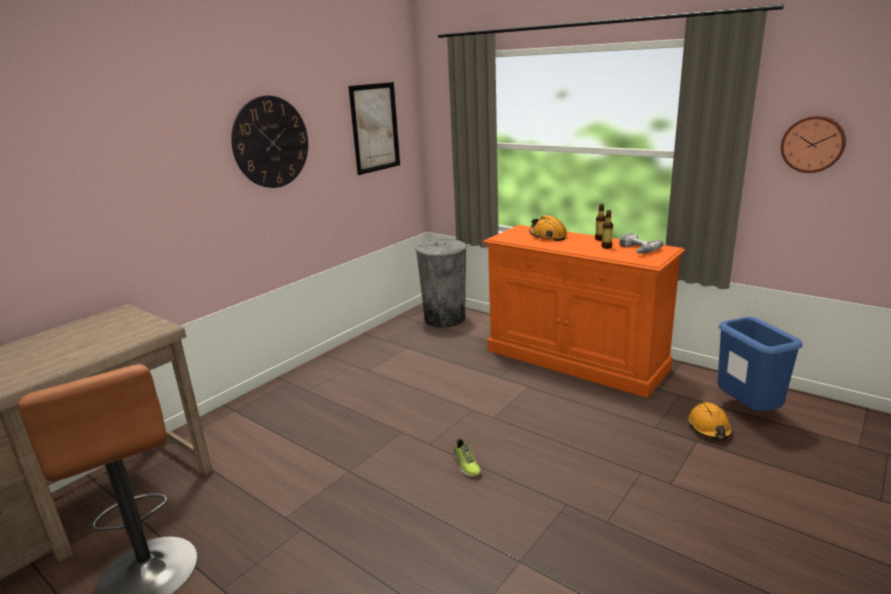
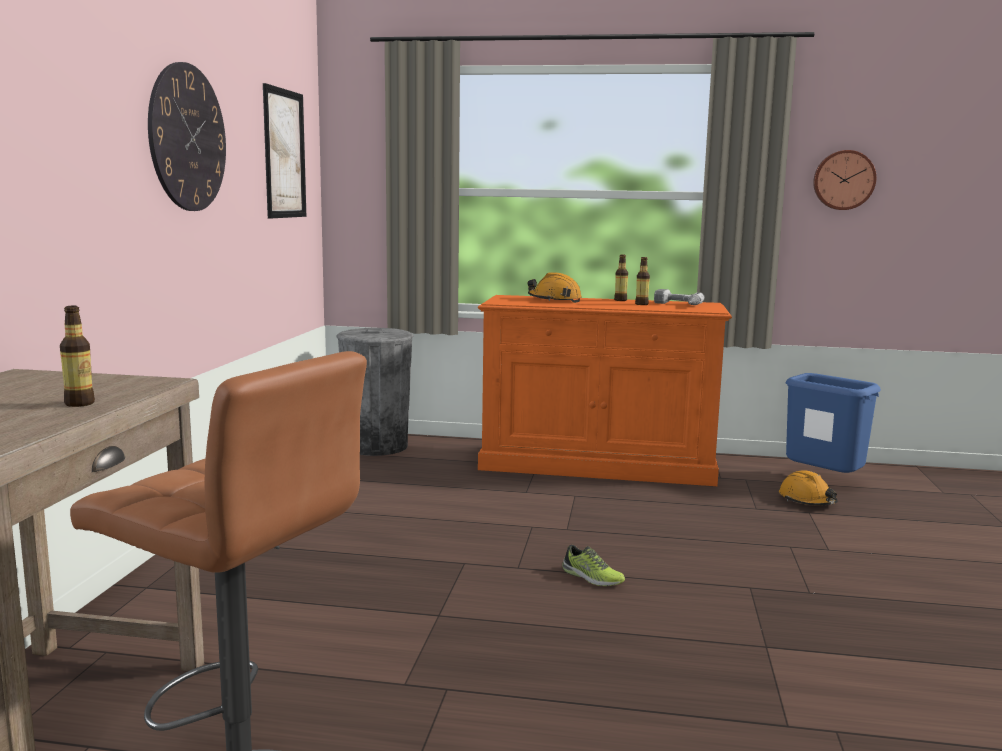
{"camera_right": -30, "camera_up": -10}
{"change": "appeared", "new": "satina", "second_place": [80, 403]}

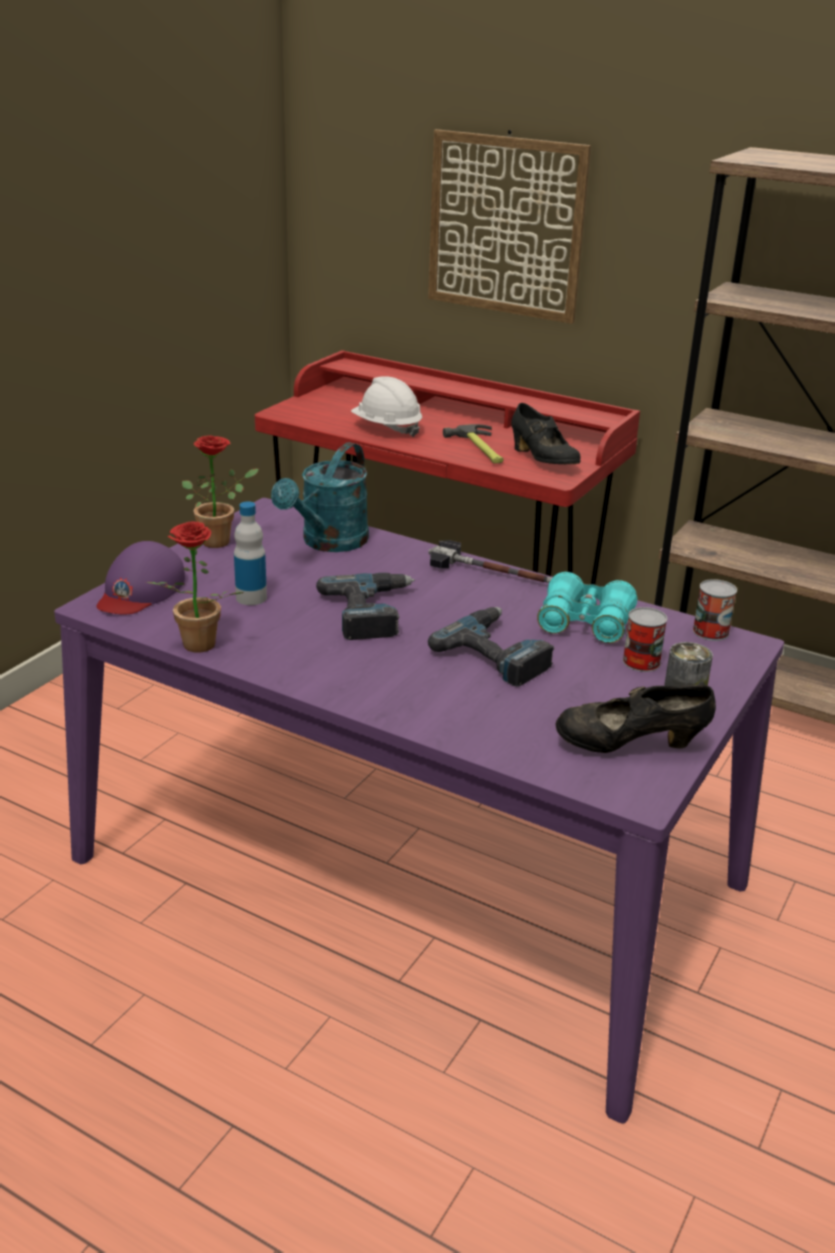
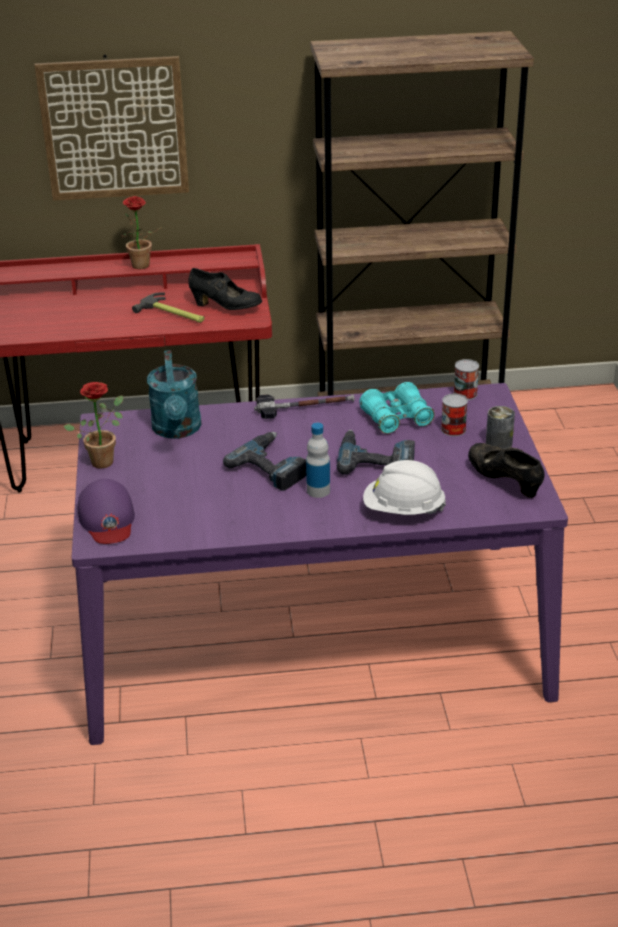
{"camera_right": -35, "camera_up": 5}
{"change": "relocated", "old": "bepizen", "first_place": [195, 648], "second_place": [141, 267]}
{"change": "relocated", "old": "satina", "first_place": [251, 598], "second_place": [318, 491]}
{"change": "relocated", "old": "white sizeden", "first_place": [386, 429], "second_place": [403, 510]}
{"change": "spun", "old": "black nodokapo", "first_place": [630, 746], "second_place": [504, 481], "degrees": 90}

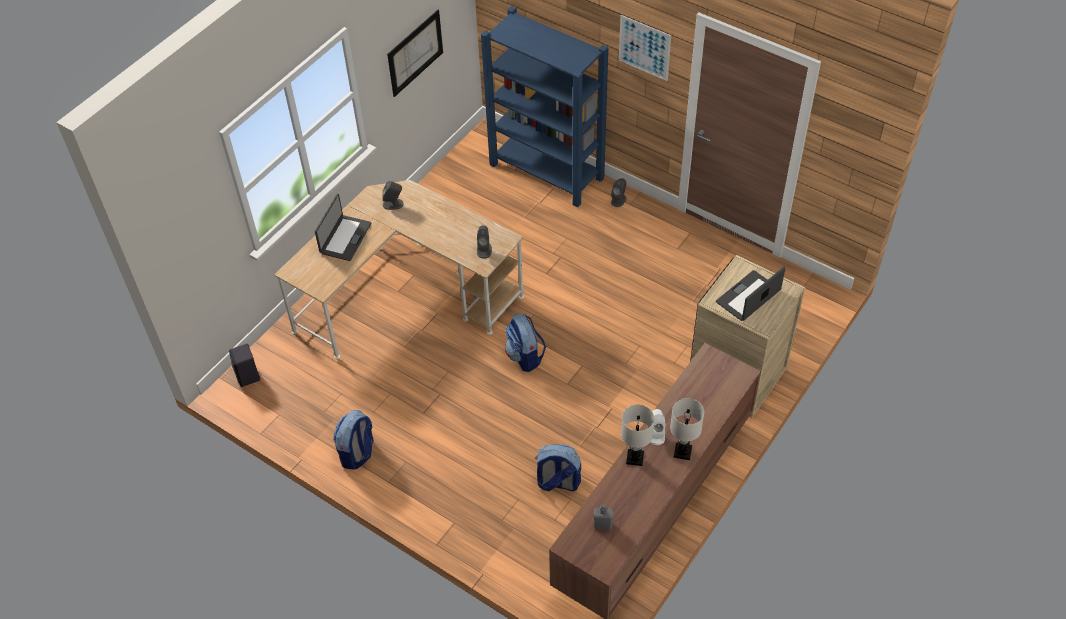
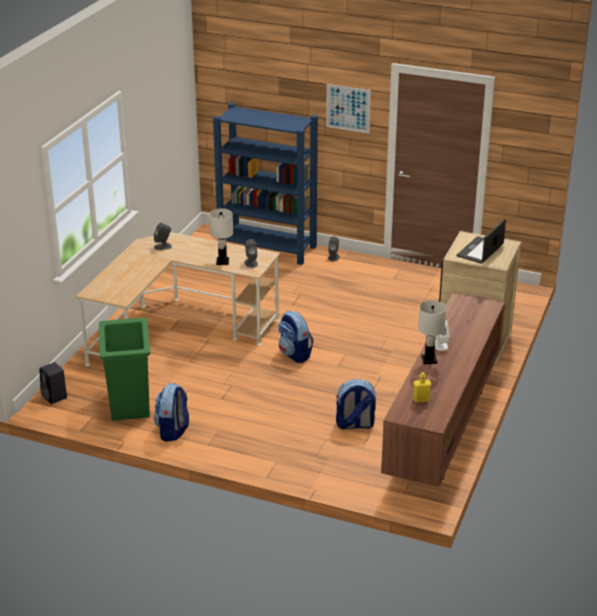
{"camera_right": -15, "camera_up": -20}
{"change": "appeared", "new": "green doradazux", "second_place": [130, 403]}
{"change": "relocated", "old": "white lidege", "first_place": [683, 451], "second_place": [223, 261]}
{"change": "colour", "old": "grey satina", "new": "yellow satina", "first_place": [603, 524], "second_place": [421, 400]}
{"change": "missing", "old": "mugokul", "first_place": [345, 238]}
{"change": "missing", "old": "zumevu", "first_place": [415, 53]}

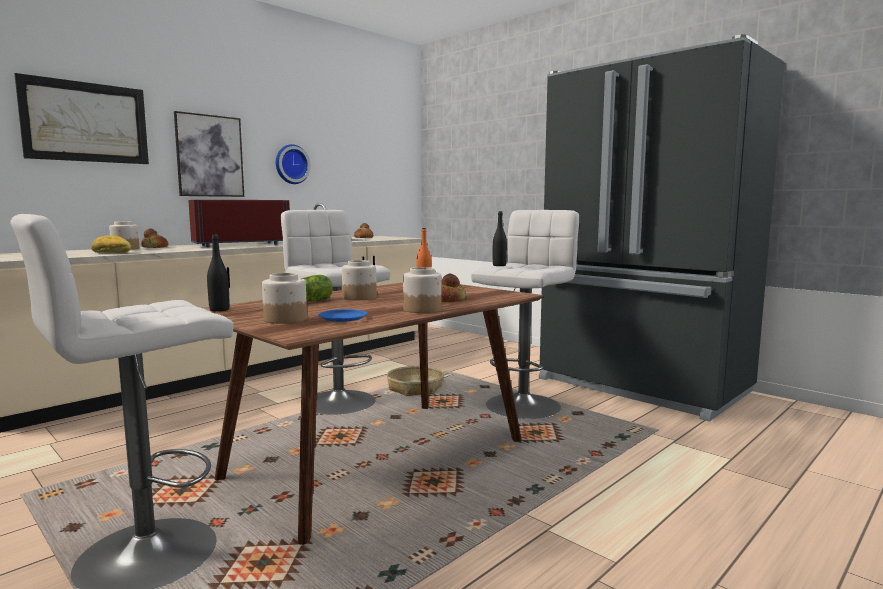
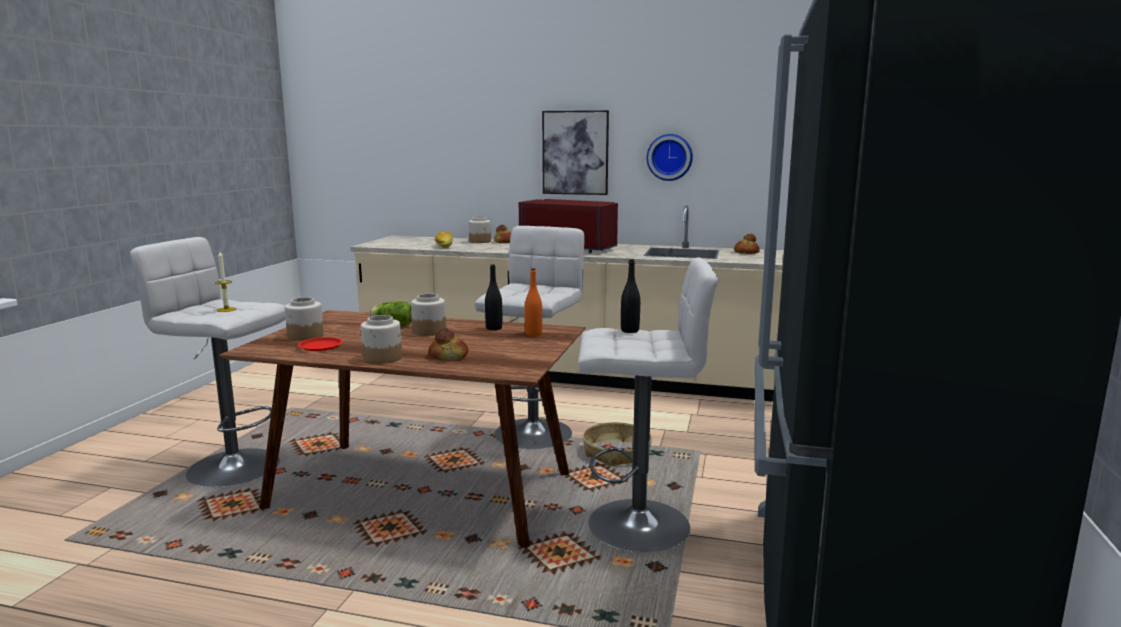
{"camera_right": 60, "camera_up": 5}
{"change": "appeared", "new": "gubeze", "second_place": [226, 309]}
{"change": "colour", "old": "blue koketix", "new": "red koketix", "first_place": [343, 318], "second_place": [320, 347]}
{"change": "relocated", "old": "black satina", "first_place": [219, 310], "second_place": [494, 328]}
{"change": "missing", "old": "zumevu", "first_place": [86, 122]}

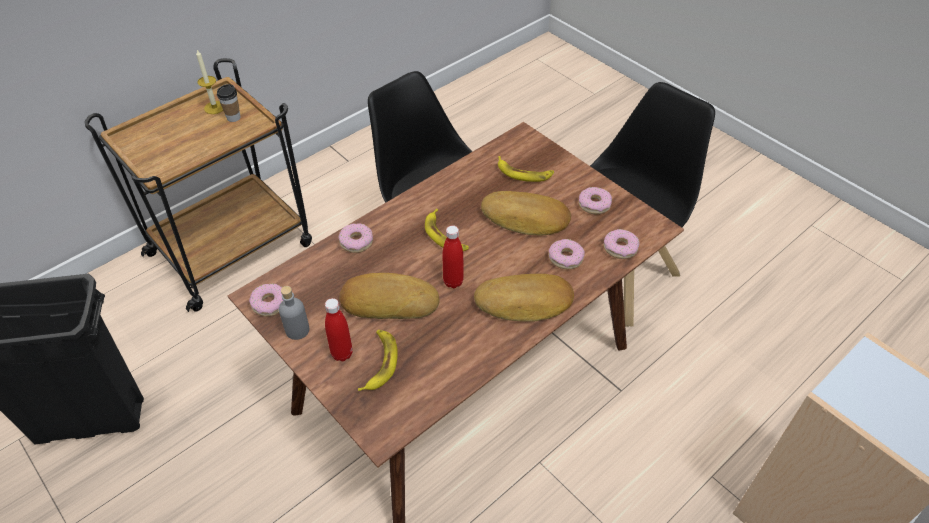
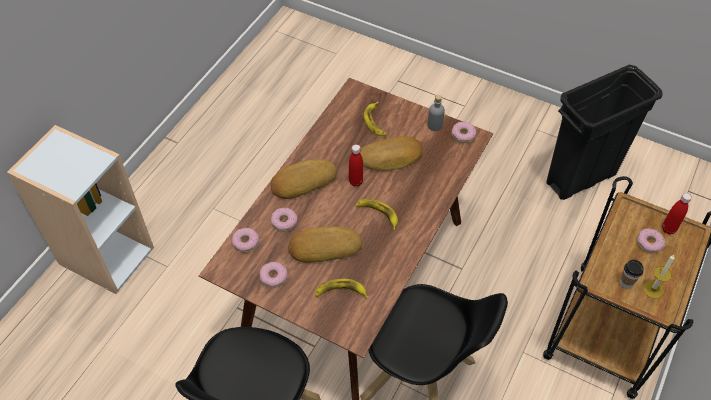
{"camera_right": 160, "camera_up": 5}
{"change": "relocated", "old": "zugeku", "first_place": [356, 242], "second_place": [649, 243]}
{"change": "relocated", "old": "red satina", "first_place": [342, 354], "second_place": [668, 229]}

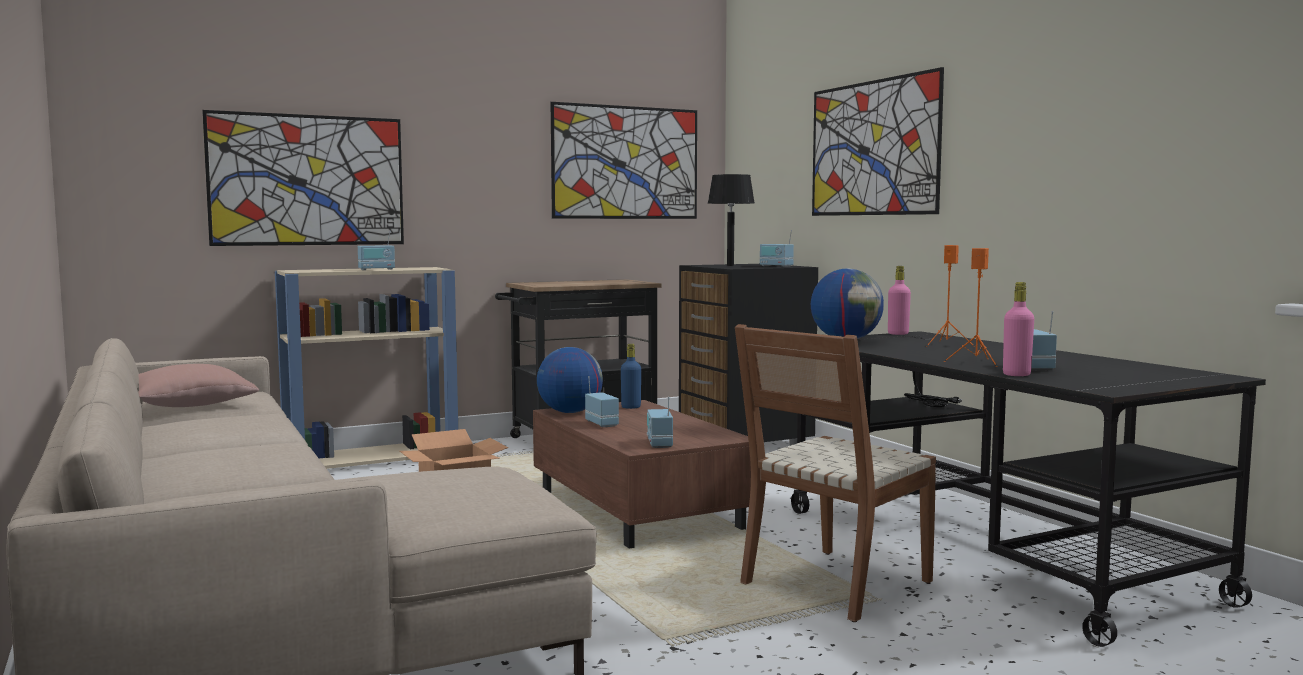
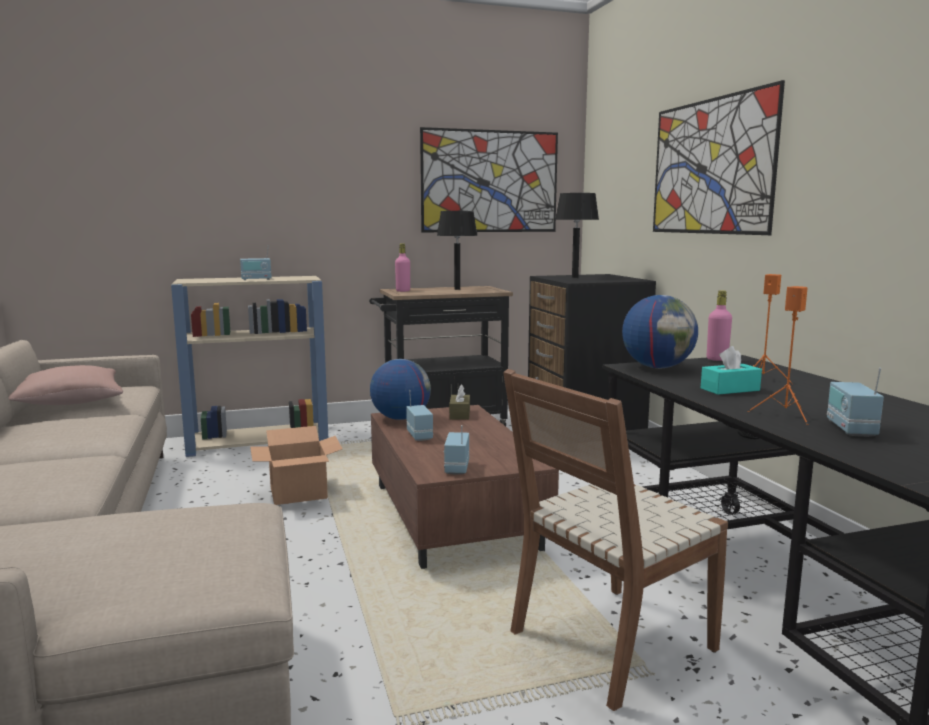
{"camera_right": 10, "camera_up": 5}
{"change": "relocated", "old": "pink satina", "first_place": [1016, 374], "second_place": [403, 291]}
{"change": "appeared", "new": "black lidege", "second_place": [457, 289]}
{"change": "exchanged", "old": "blue satina", "new": "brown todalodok", "first_place": [631, 407], "second_place": [459, 414]}
{"change": "appeared", "new": "turquoise todalodok", "second_place": [730, 389]}
{"change": "missing", "old": "zumevu", "first_place": [307, 180]}
{"change": "missing", "old": "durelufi", "first_place": [776, 266]}

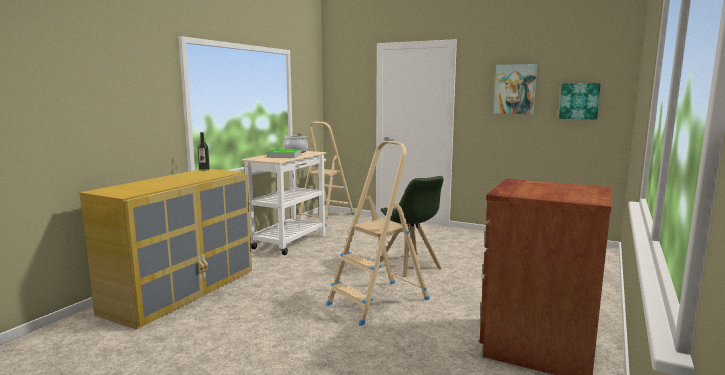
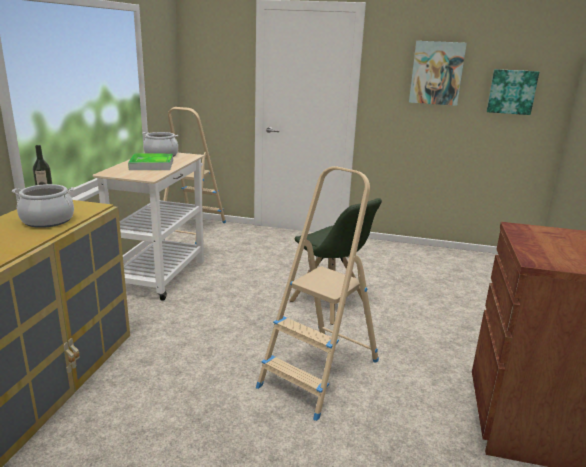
{"camera_right": -15, "camera_up": 10}
{"change": "appeared", "new": "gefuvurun", "second_place": [47, 220]}

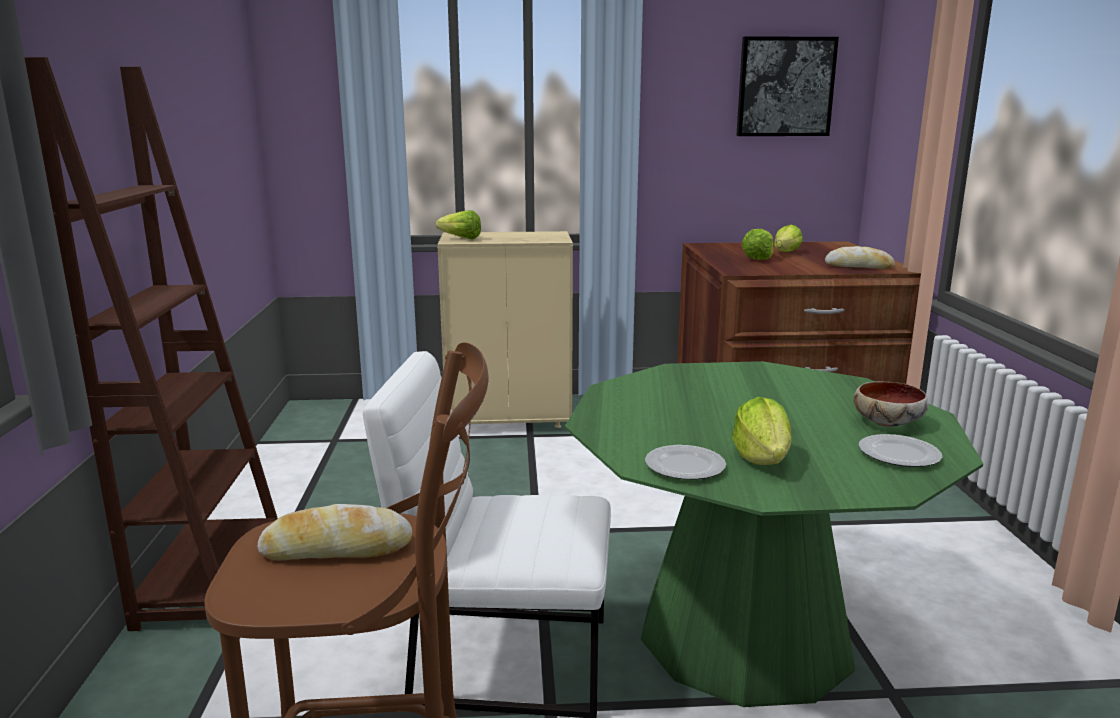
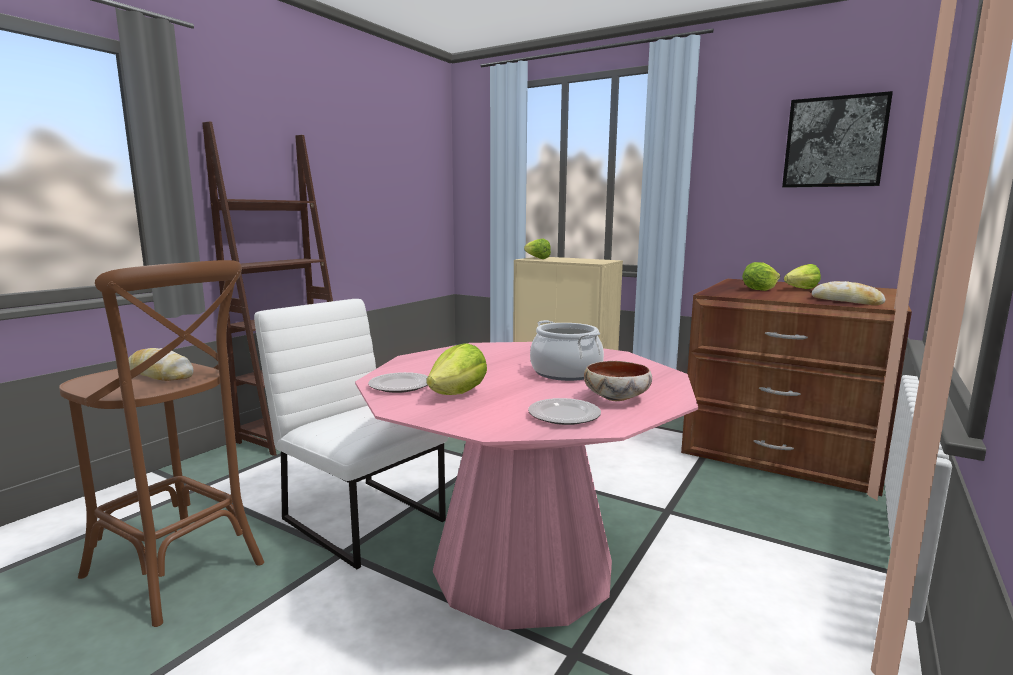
{"camera_right": 35, "camera_up": -5}
{"change": "colour", "old": "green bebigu", "new": "pink bebigu", "first_place": [745, 634], "second_place": [523, 566]}
{"change": "appeared", "new": "gefuvurun", "second_place": [566, 372]}

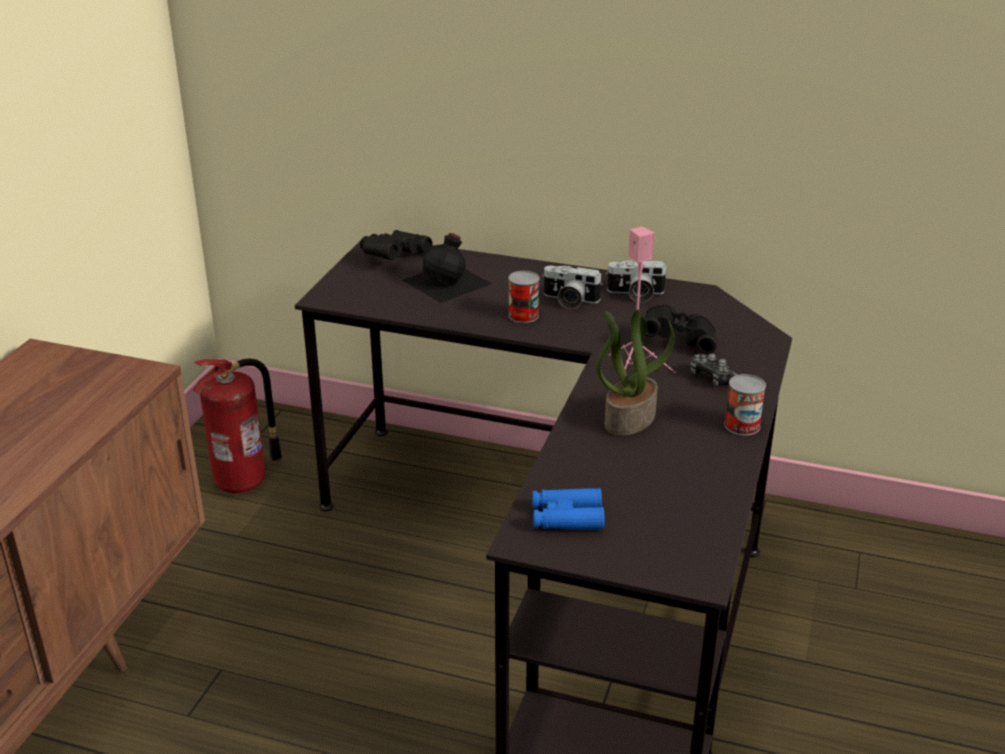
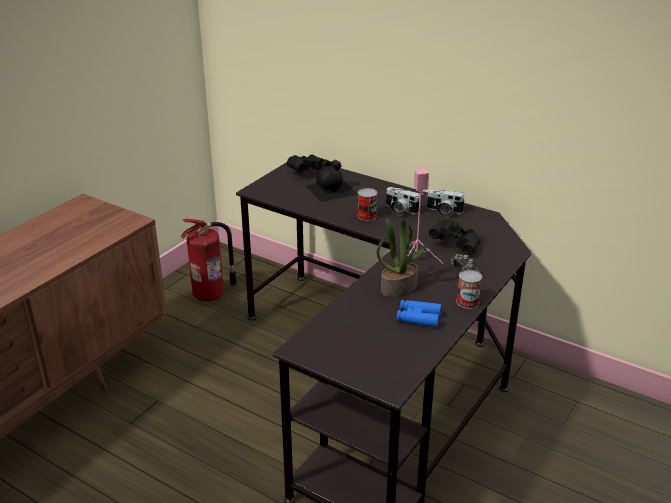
{"camera_right": 15, "camera_up": 0}
{"change": "relocated", "old": "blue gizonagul", "first_place": [567, 517], "second_place": [418, 318]}

